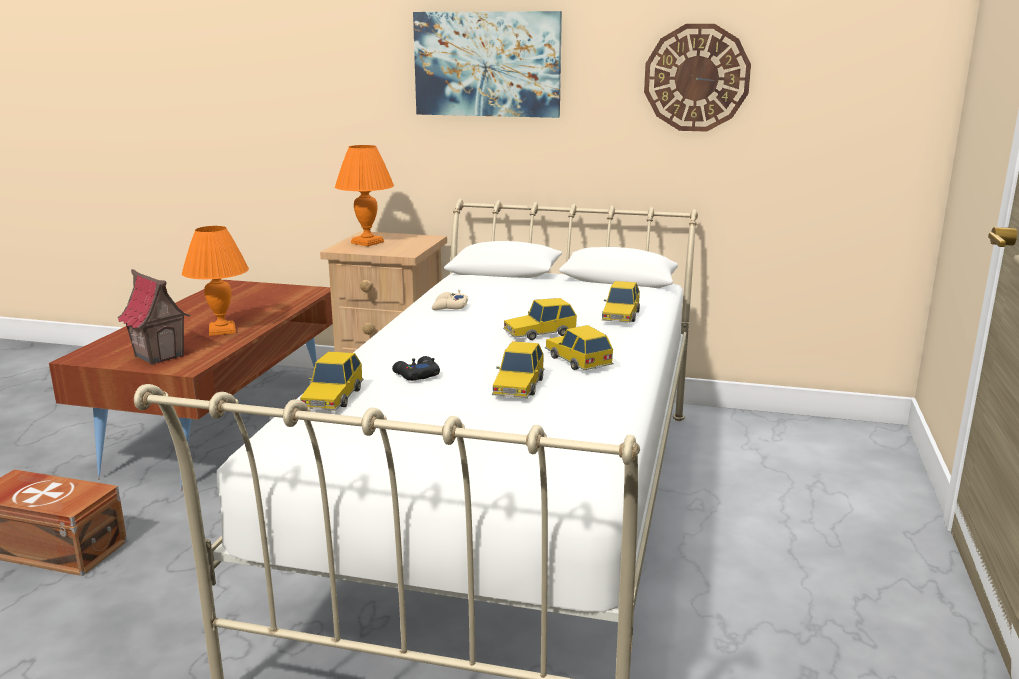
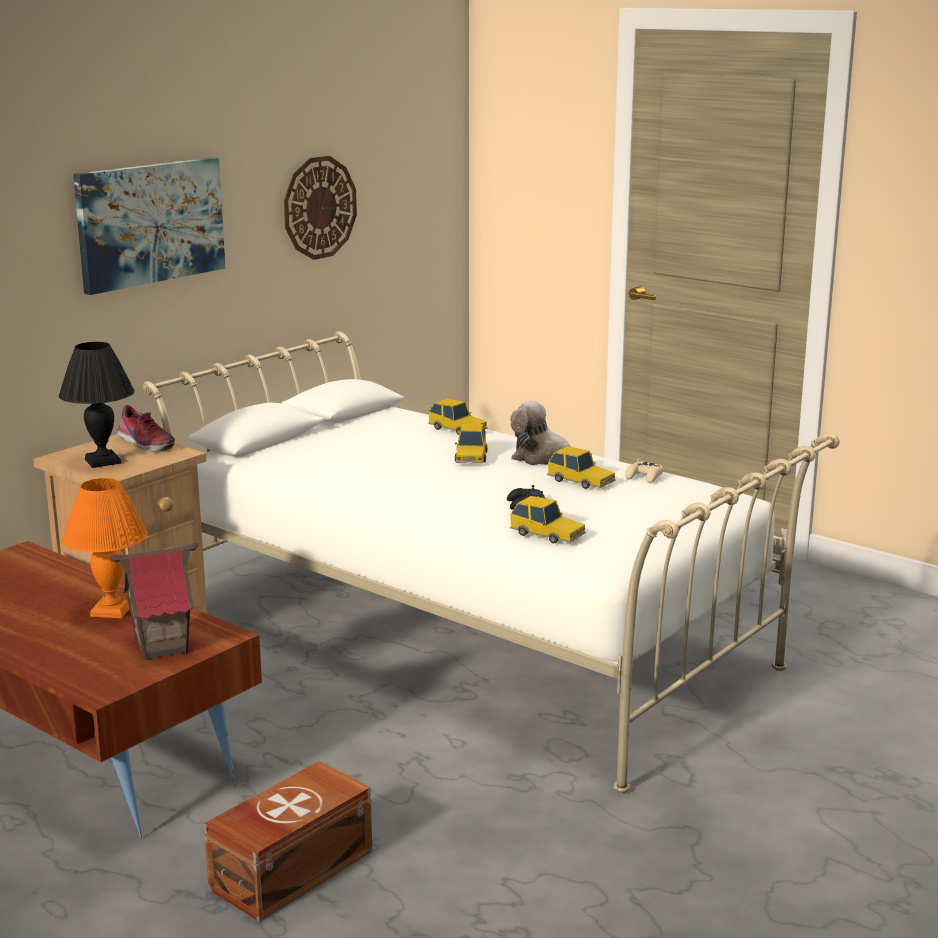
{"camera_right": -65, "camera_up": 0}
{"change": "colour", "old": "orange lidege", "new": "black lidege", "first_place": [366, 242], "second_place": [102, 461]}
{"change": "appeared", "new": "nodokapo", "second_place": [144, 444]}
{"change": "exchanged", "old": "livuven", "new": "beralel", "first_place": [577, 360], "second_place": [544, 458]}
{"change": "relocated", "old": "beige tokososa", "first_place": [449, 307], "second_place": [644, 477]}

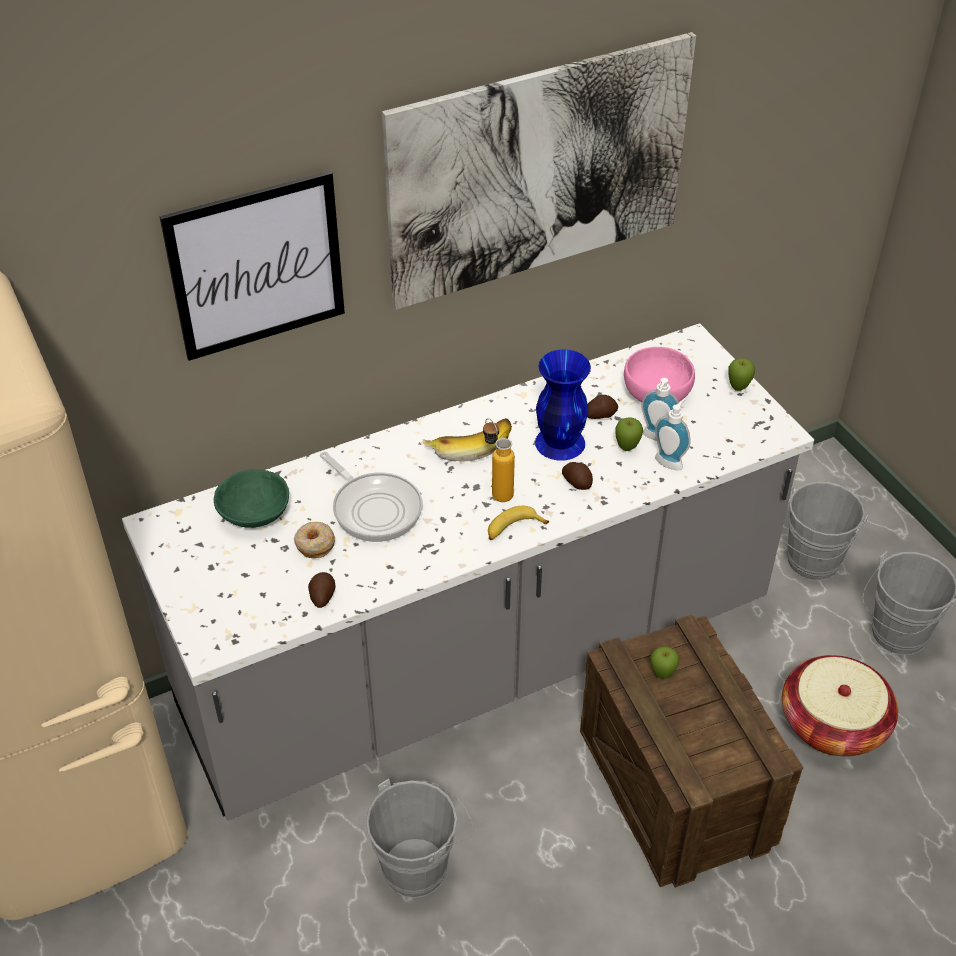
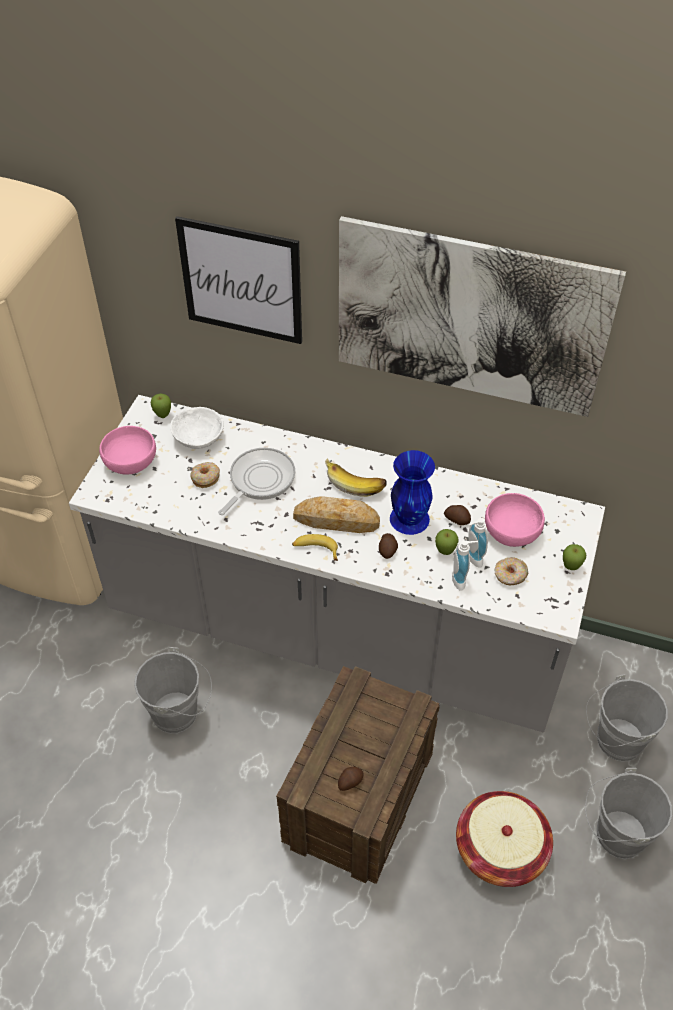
{"camera_right": 45, "camera_up": 5}
{"change": "appeared", "new": "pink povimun", "second_place": [131, 462]}
{"change": "relocated", "old": "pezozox", "first_place": [662, 674], "second_place": [163, 415]}
{"change": "colour", "old": "green povimun", "new": "white povimun", "first_place": [253, 514], "second_place": [198, 438]}
{"change": "spun", "old": "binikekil", "first_place": [374, 508], "second_place": [259, 480], "degrees": -150}
{"change": "exchanged", "old": "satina", "new": "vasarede", "first_place": [497, 490], "second_place": [336, 520]}
{"change": "relocated", "old": "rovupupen", "first_place": [322, 596], "second_place": [350, 781]}
{"change": "appeared", "new": "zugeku", "second_place": [510, 575]}

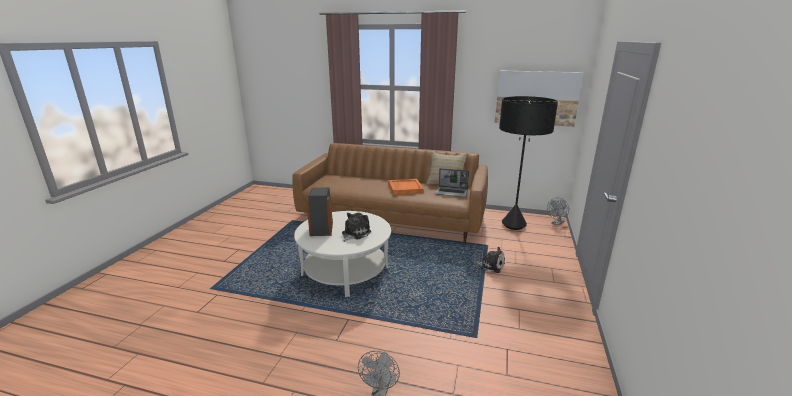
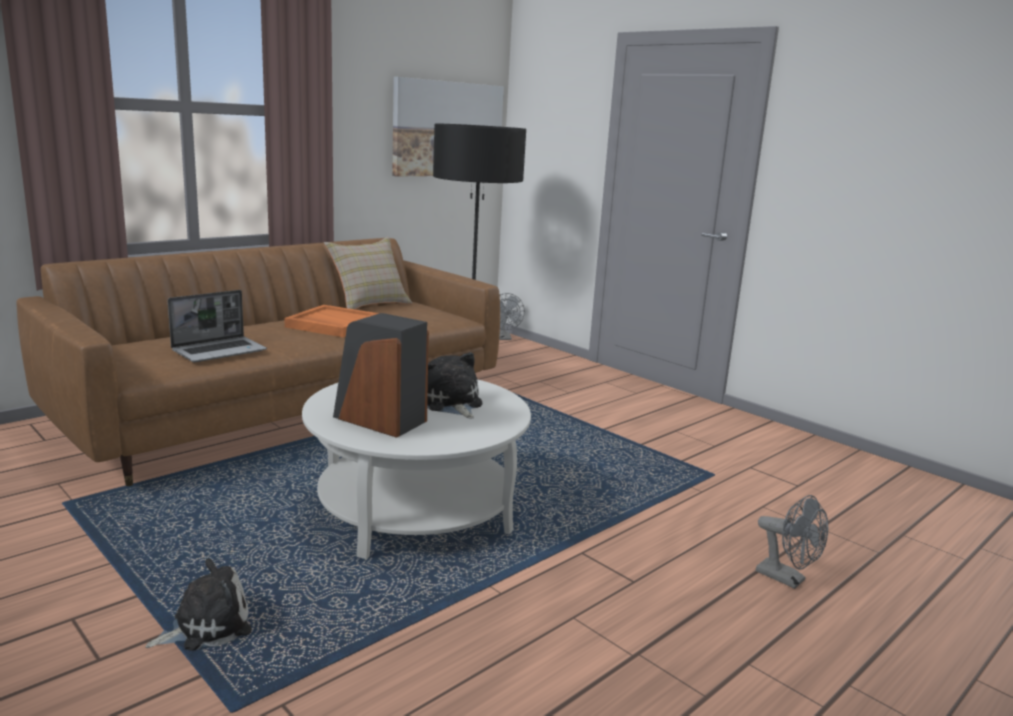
{"camera_right": -60, "camera_up": -5}
{"change": "relocated", "old": "beralel", "first_place": [490, 265], "second_place": [206, 626]}
{"change": "relocated", "old": "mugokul", "first_place": [452, 192], "second_place": [220, 351]}

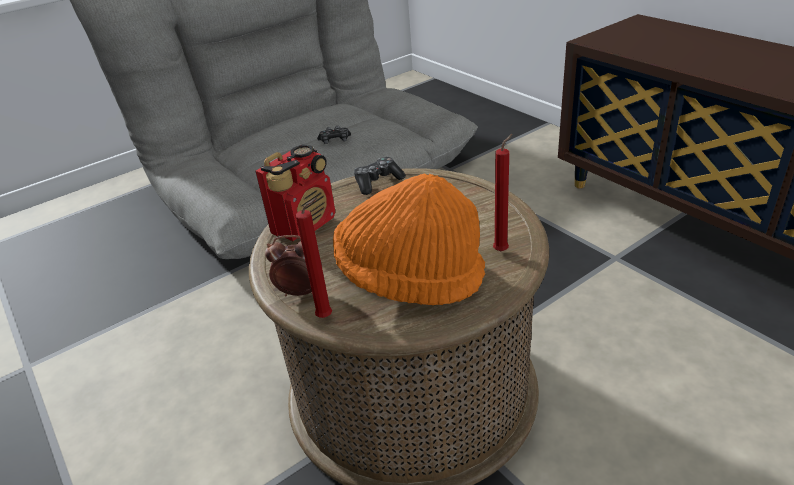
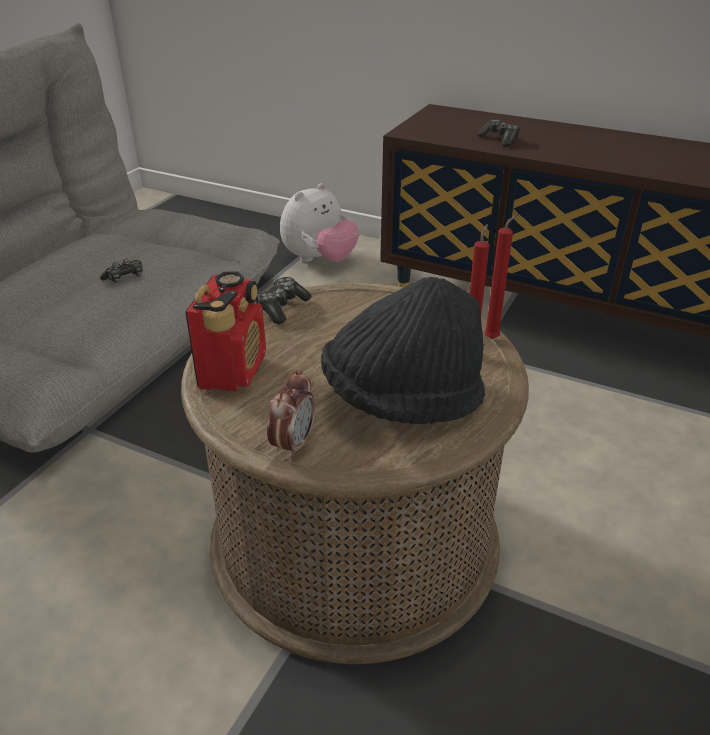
{"camera_right": -30, "camera_up": 0}
{"change": "spun", "old": "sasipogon", "first_place": [300, 292], "second_place": [293, 444], "degrees": 135}
{"change": "appeared", "new": "beralel", "second_place": [320, 260]}
{"change": "colour", "old": "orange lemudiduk", "new": "black lemudiduk", "first_place": [410, 277], "second_place": [403, 399]}
{"change": "appeared", "new": "tokososa", "second_place": [499, 139]}
{"change": "relocated", "old": "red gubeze", "first_place": [327, 317], "second_place": [493, 338]}

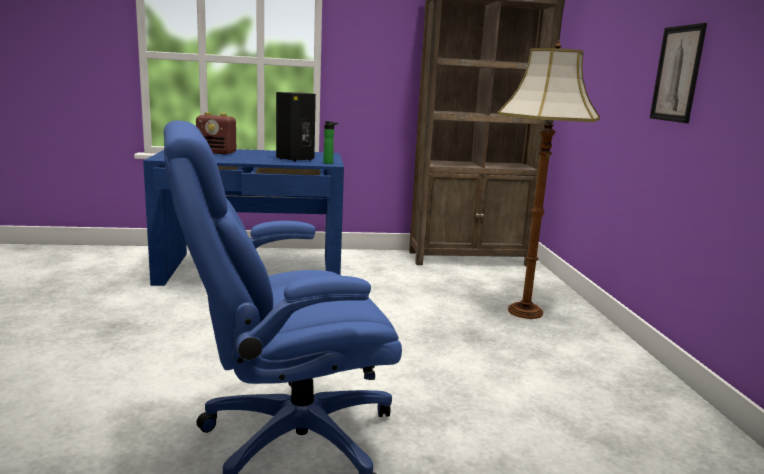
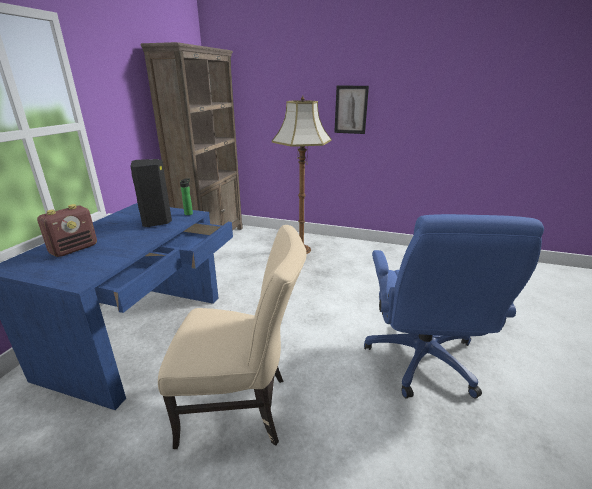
{"camera_right": -65, "camera_up": 10}
{"change": "appeared", "new": "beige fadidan", "second_place": [242, 408]}

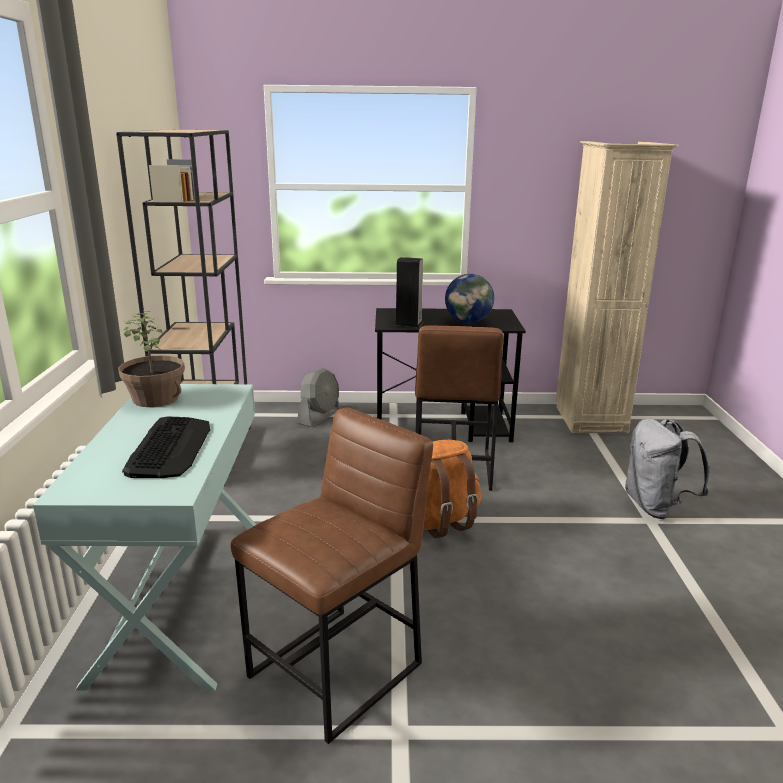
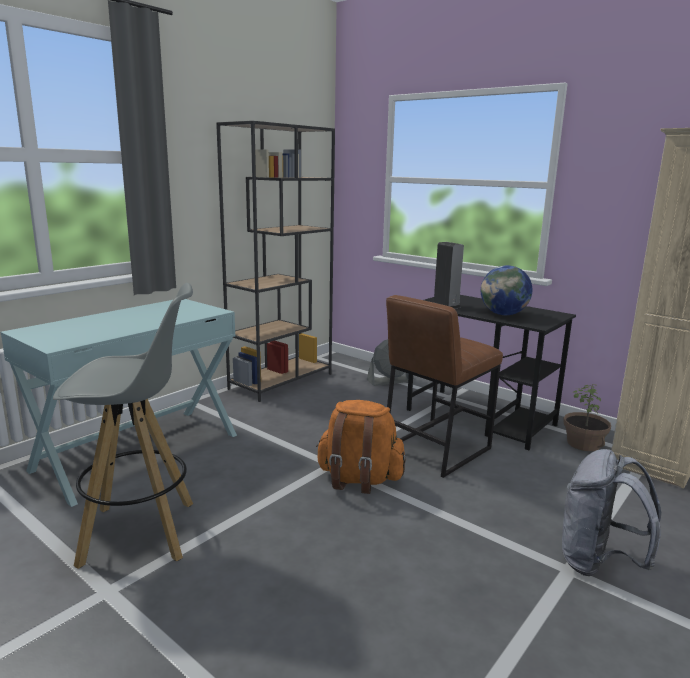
{"camera_right": 40, "camera_up": -5}
{"change": "exchanged", "old": "brown fadidan", "new": "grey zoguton", "first_place": [337, 668], "second_place": [141, 533]}
{"change": "relocated", "old": "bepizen", "first_place": [156, 398], "second_place": [584, 444]}
{"change": "missing", "old": "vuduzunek", "first_place": [170, 447]}

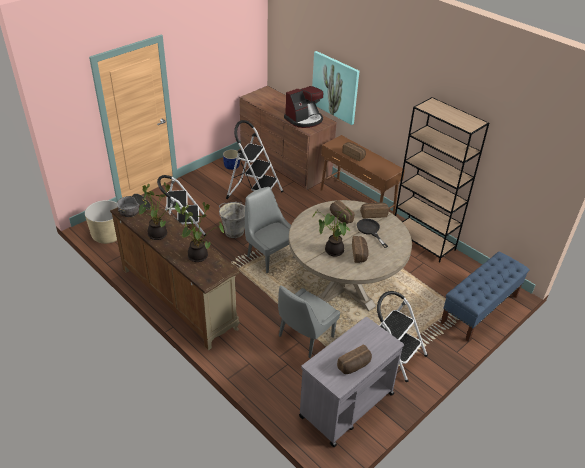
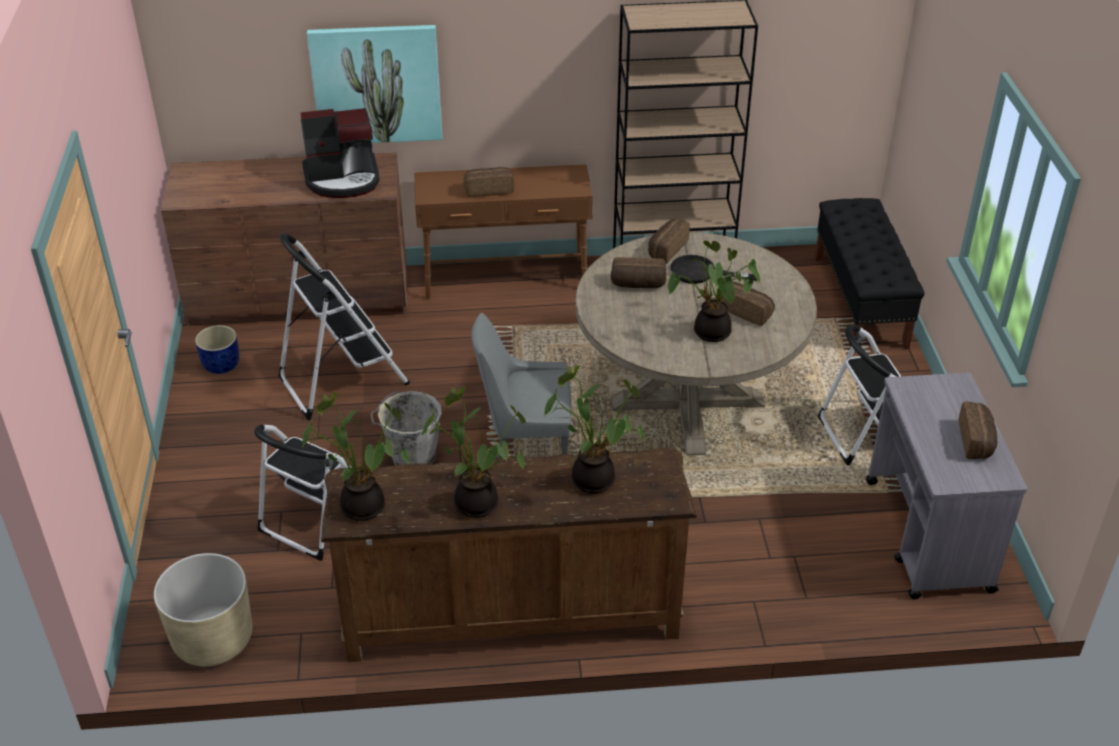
{"camera_right": -50, "camera_up": 0}
{"change": "spun", "old": "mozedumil", "first_place": [304, 119], "second_place": [343, 179], "degrees": 75}
{"change": "exchanged", "old": "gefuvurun", "new": "bepizen", "first_place": [134, 210], "second_place": [364, 504]}
{"change": "colour", "old": "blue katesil", "new": "black katesil", "first_place": [479, 309], "second_place": [860, 302]}
{"change": "missing", "old": "grey fadidan", "first_place": [304, 337]}

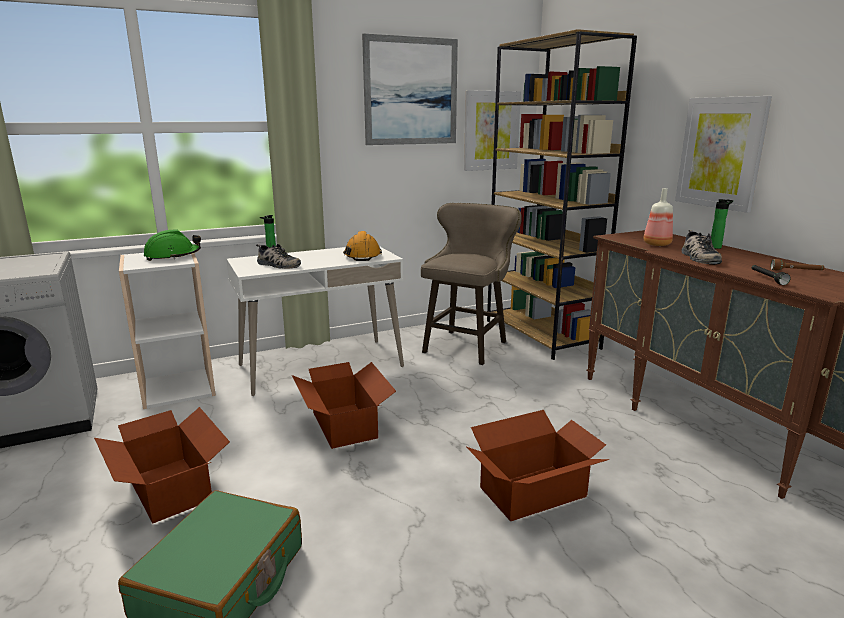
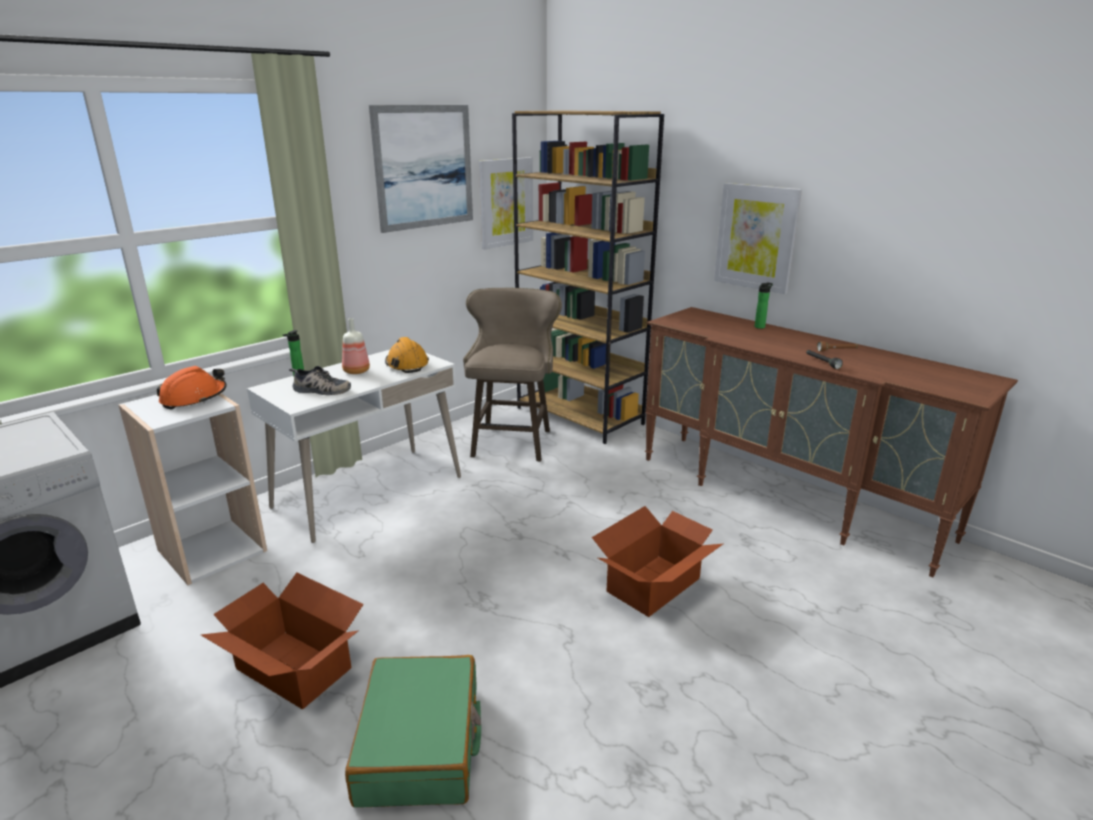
{"camera_right": -20, "camera_up": 5}
{"change": "colour", "old": "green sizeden", "new": "orange sizeden", "first_place": [173, 256], "second_place": [194, 398]}
{"change": "relocated", "old": "satina", "first_place": [656, 244], "second_place": [356, 371]}
{"change": "missing", "old": "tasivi", "first_place": [345, 424]}
{"change": "missing", "old": "nodokapo", "first_place": [698, 257]}

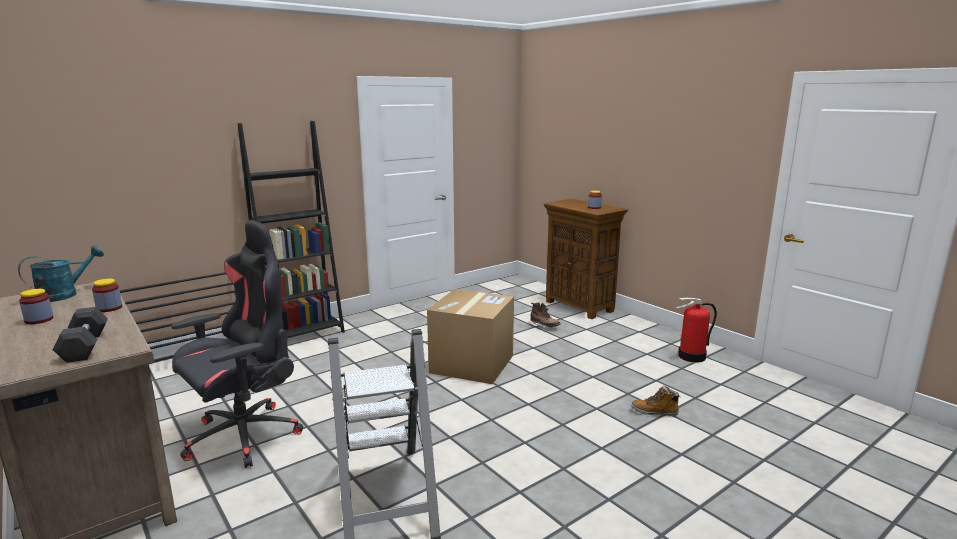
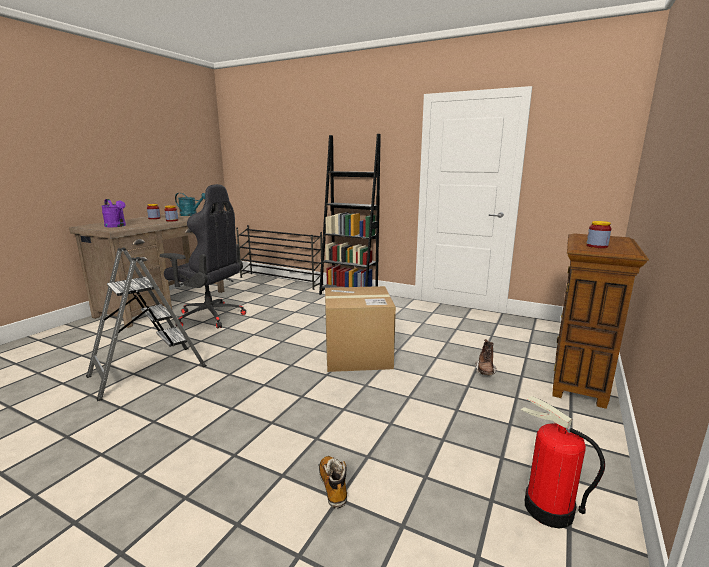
{"camera_right": 65, "camera_up": 0}
{"change": "exchanged", "old": "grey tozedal", "new": "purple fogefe", "first_place": [84, 346], "second_place": [117, 226]}

